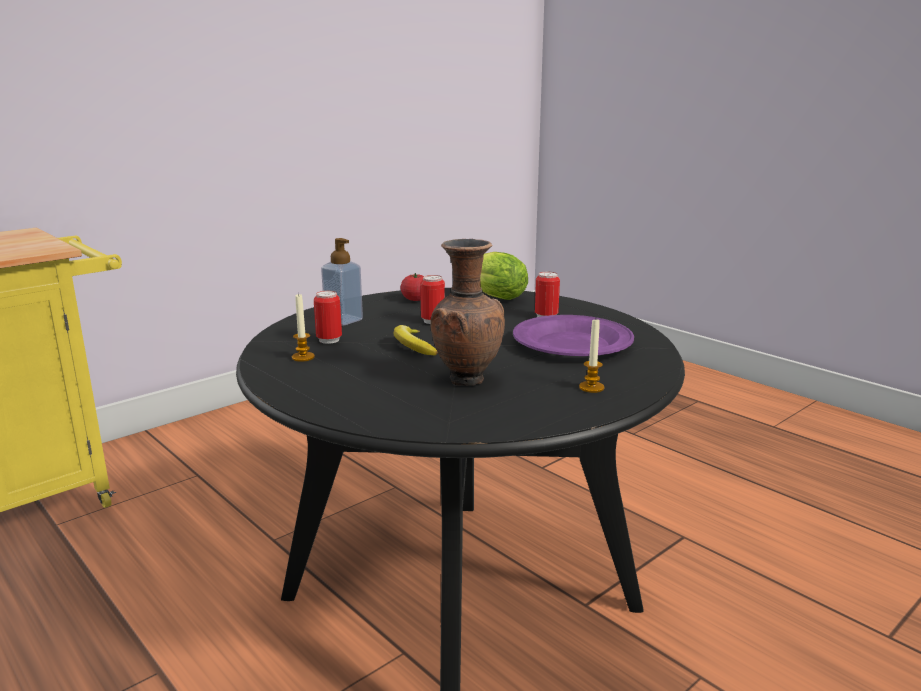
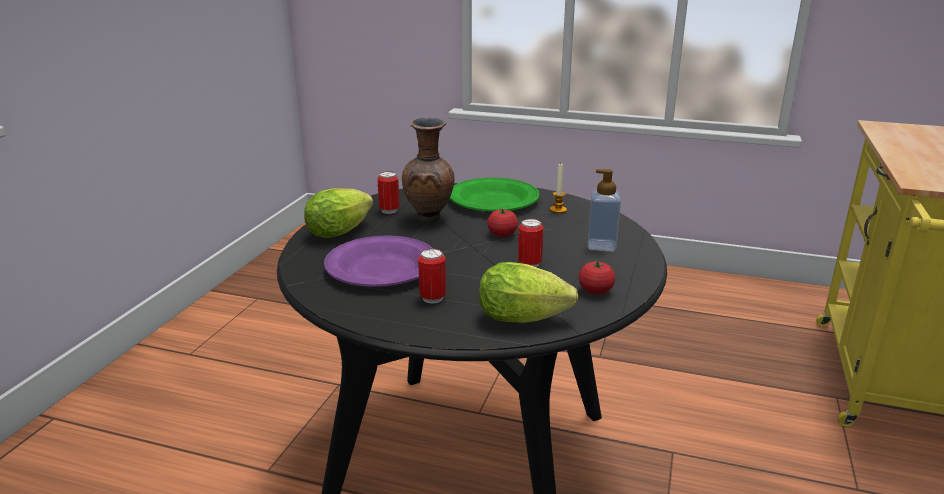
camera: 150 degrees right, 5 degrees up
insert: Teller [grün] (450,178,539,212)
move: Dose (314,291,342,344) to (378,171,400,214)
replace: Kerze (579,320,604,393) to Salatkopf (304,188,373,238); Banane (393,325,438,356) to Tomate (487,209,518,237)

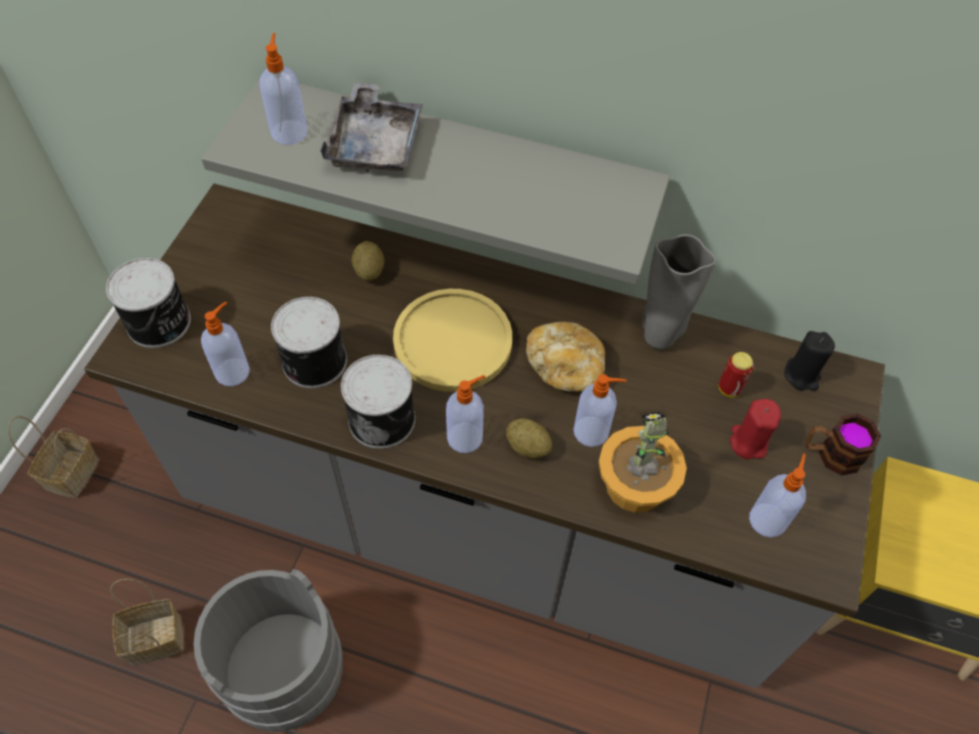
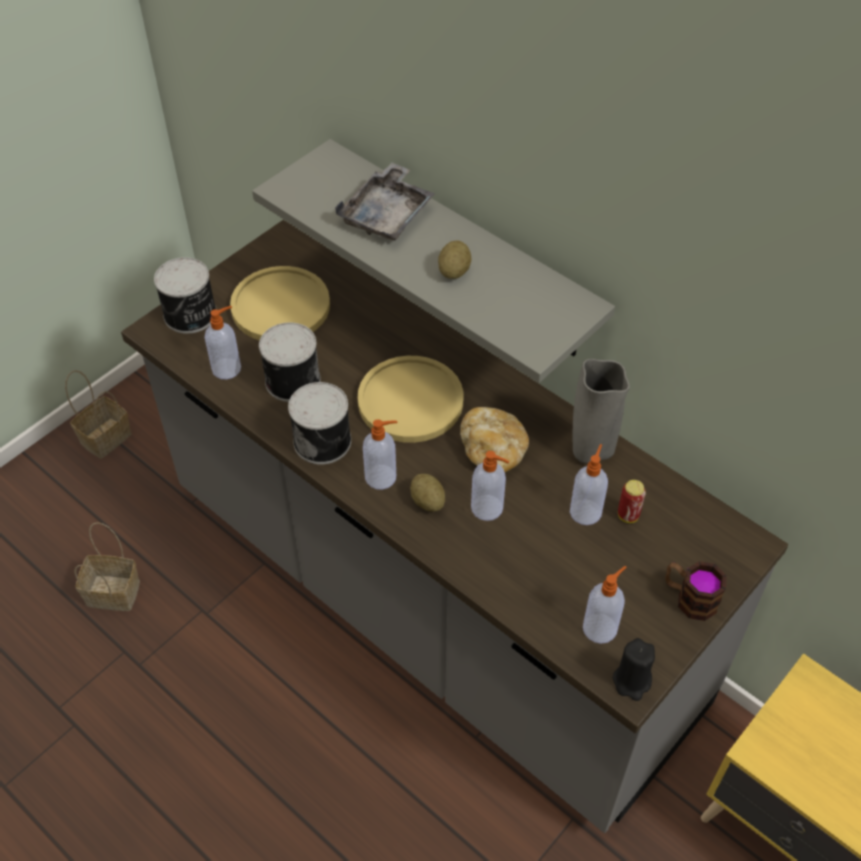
camera: 25 degrees right, 5 degrees down
delete: Kerze [rot] (730,399,781,459); Topfpflanze (598,411,687,513); Eimer [grau] (194,569,343,732)
insert: Teller [gelb] (230,266,330,340)
move: Seifenspender (260,33,308,145) to (570,444,608,525); Kartoffel (351,241,384,281) to (438,240,471,279); Kerze [schwarz] (784,331,835,391) to (613,638,655,701)

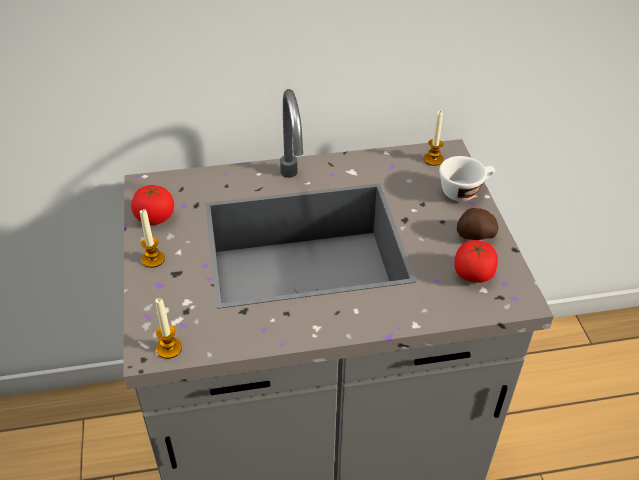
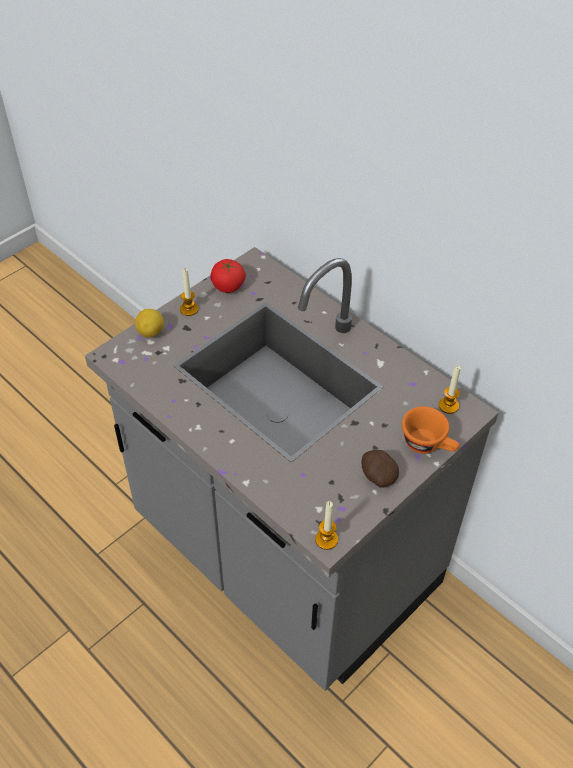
camera: 55 degrees right, 5 degrees up
delete: Tomate (454,240,498,283)
insert: Zitrone (135,309,164,337)
move: Kerze (155,298,182,359) to (315,501,338,550)
recolor: Tasse [weiß] (439,156,495,201) to Tasse [orange] (402,406,460,454)

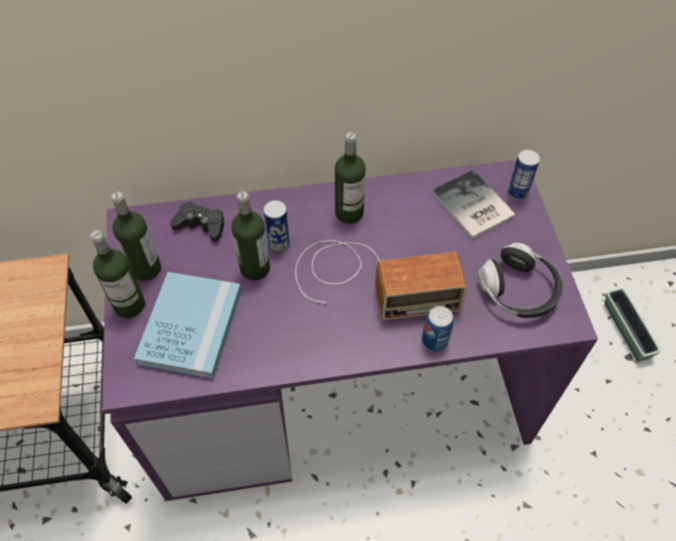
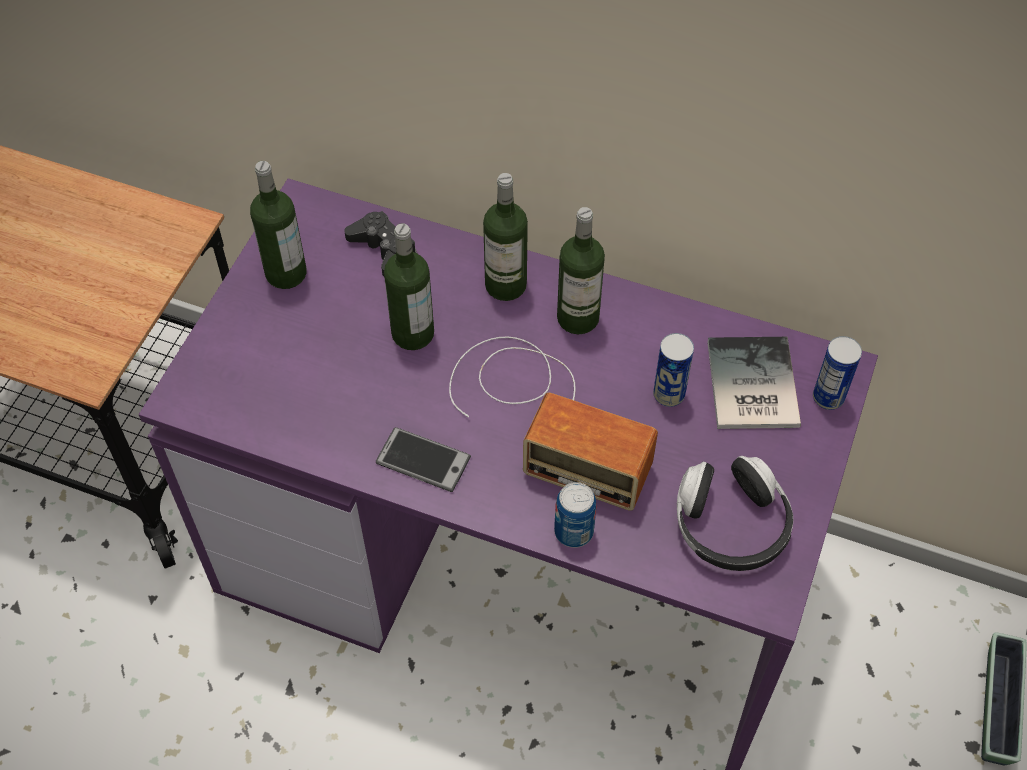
camera: 30 degrees right, 0 degrees up
delete: Buch [blau] (134,272,242,379)
insert: Handy (376,427,471,492)
move: Dose (264,200,290,252) to (653,333,694,407); Flasche (91,231,145,318) to (483,173,528,301)

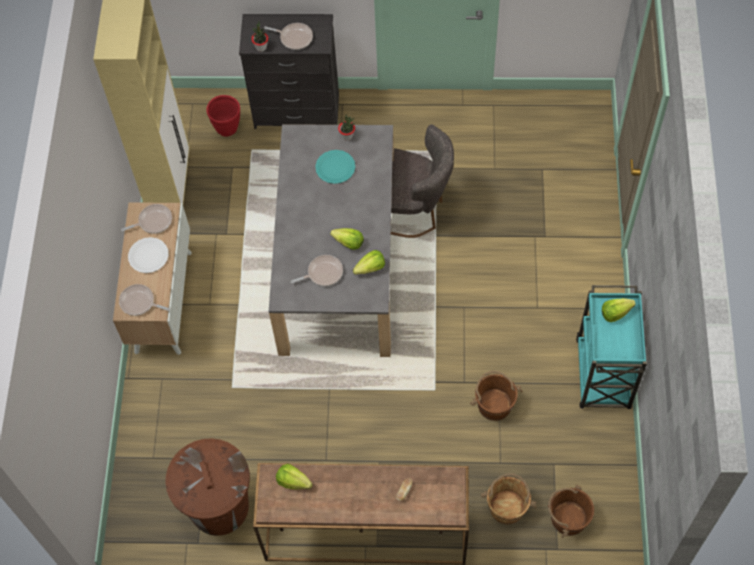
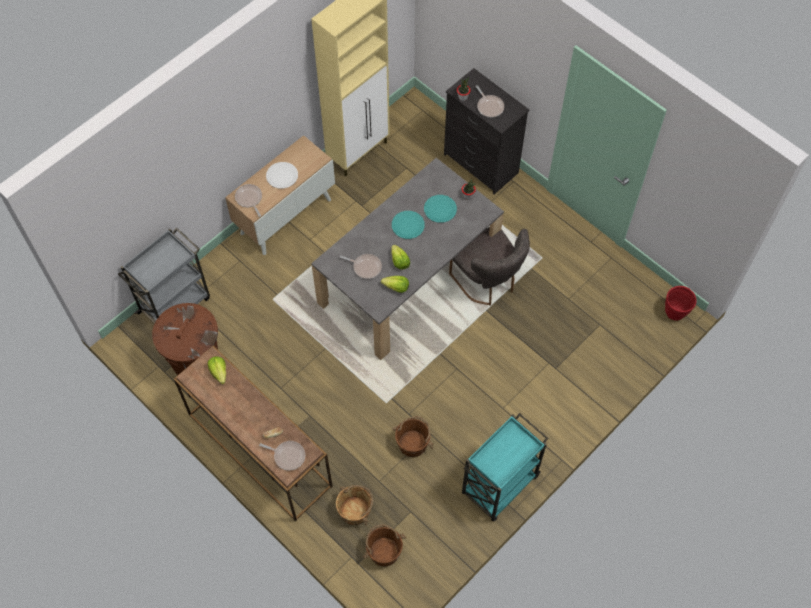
camera: 40 degrees right, 0 degrees up
delete: Salatkopf (602,298,636,322)
insert: Teller [türkis] (392,211,425,239); Rollwagen [grau] (118,228,210,324)
move: Pflanzkübel [rot] (206,95,240,137) to (665,286,697,320); Pfanne (121,204,172,234) to (259,441,305,471)

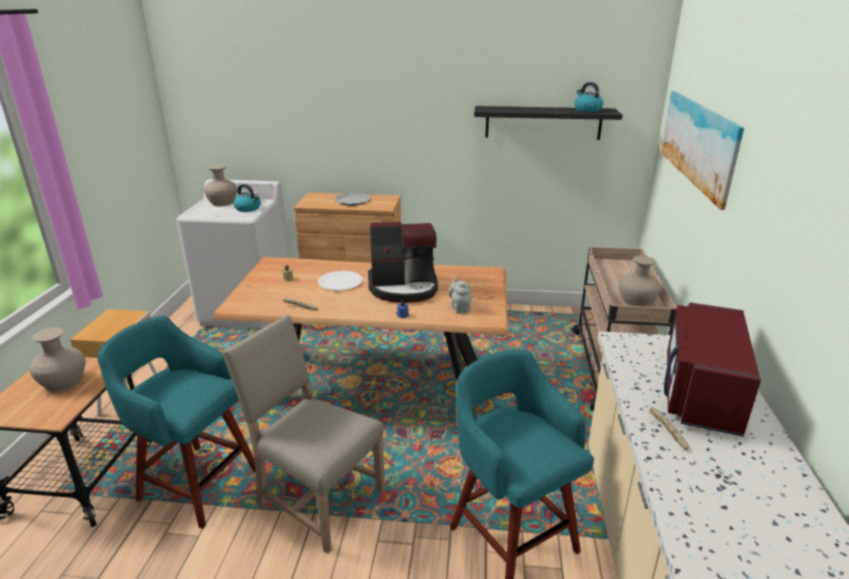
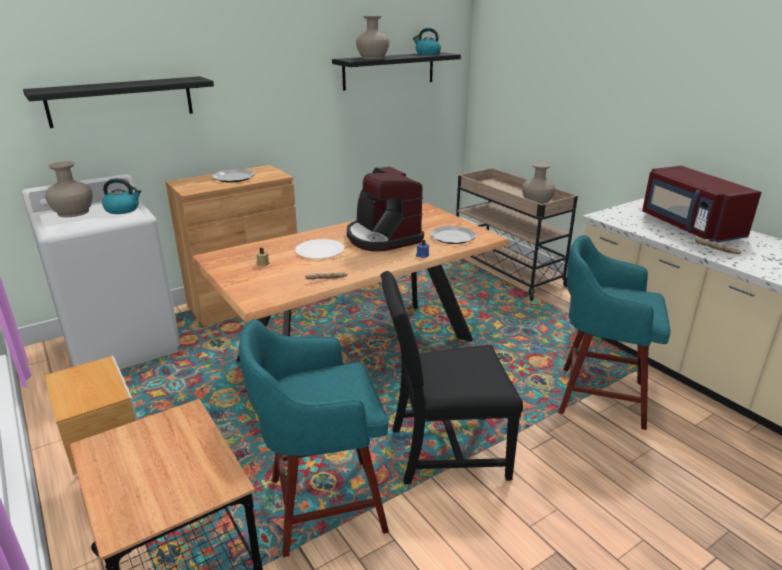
camera: 40 degrees left, 0 degrees up
delete: Bild (660,91,744,210)
insert: Wandregal [schwarz] (23,76,214,128)
move: Vase [beige] (29,327,86,392) to (356,16,389,59)
replace: Teekanne [grau] (448,277,472,313) to Teller (430,226,476,244)
recolor: Stuhl [beige] (222,315,385,554) to Stuhl [schwarz] (381,271,523,485)
rotate: Kaffeemaschine (368,222,438,303) = (347,167,424,252) 105 degrees clockwise

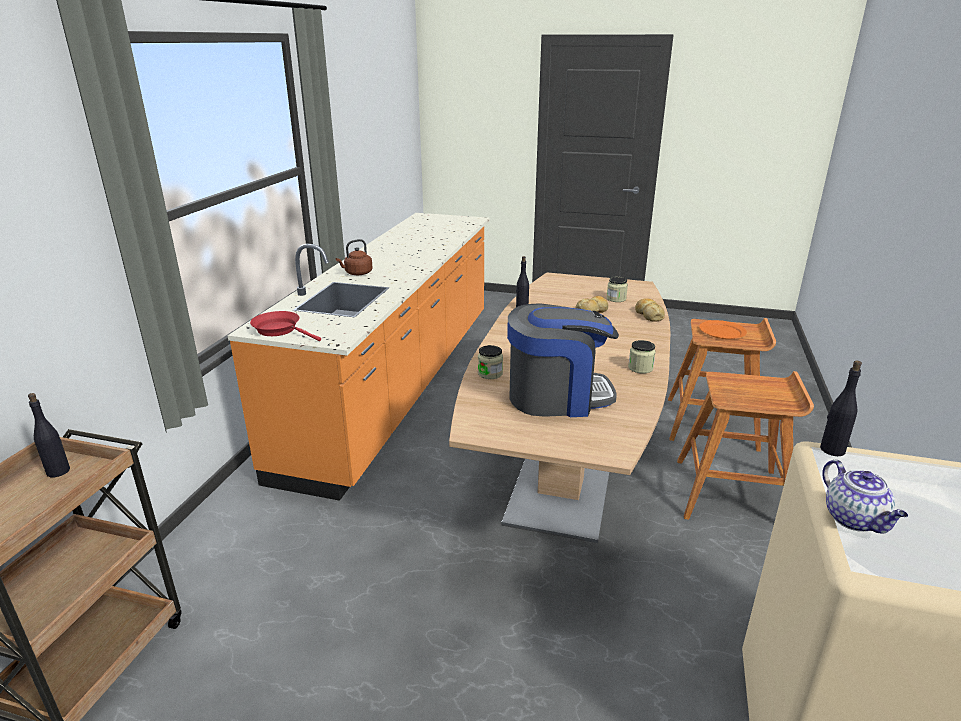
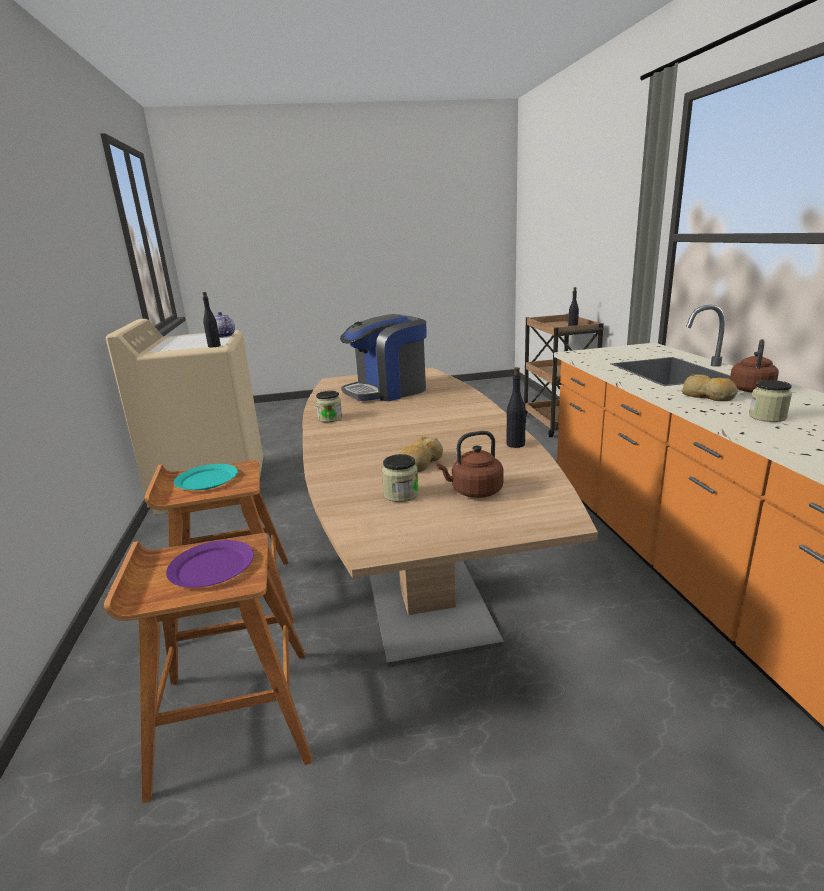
camera: 155 degrees right, 5 degrees down
delete: Pfanne [rot] (250,311,321,341)
insert: Wasserkessel [braun] (436,431,503,498); Teller [türkis] (174,464,238,490)
move: Brot (635,299,665,322) to (681,374,738,401); Vorratsglas (478,345,503,379) to (749,380,792,422)
recolor: Teller [orange] (699,320,747,339) to Teller [lila] (166,540,254,588)

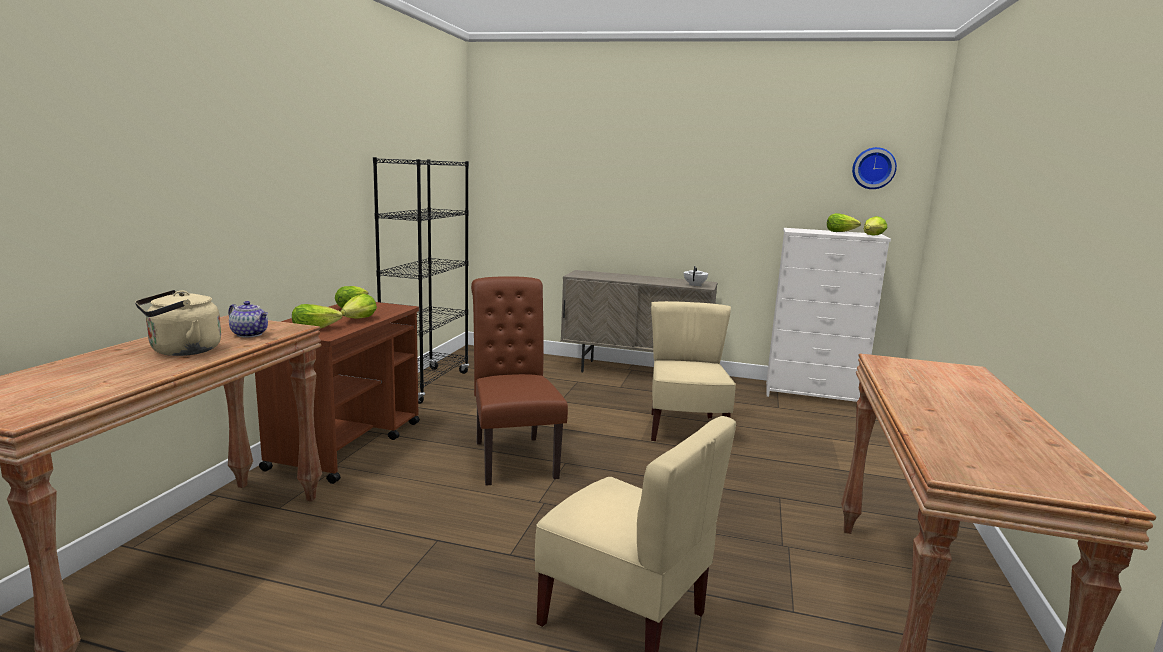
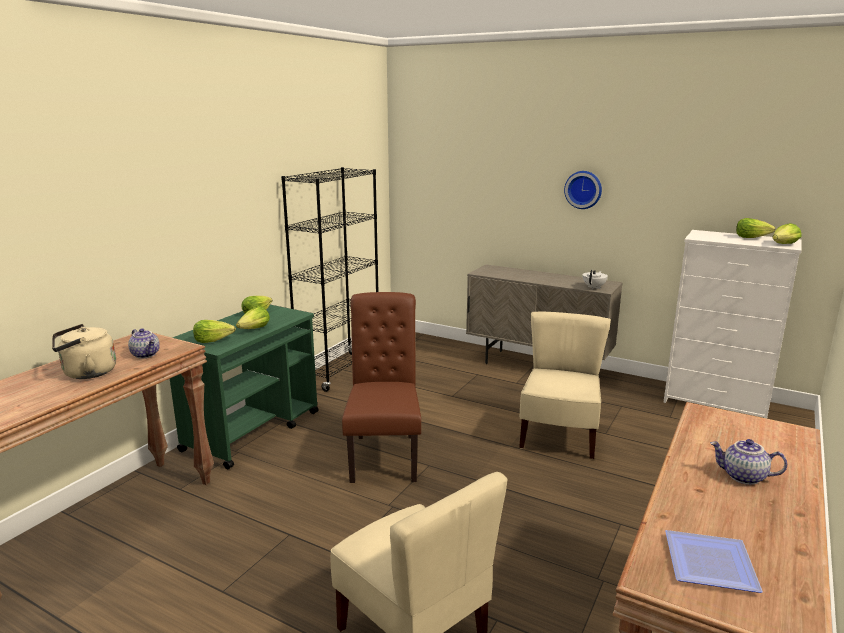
camera: 15 degrees right, 5 degrees up
insert: Teekanne (710,439,787,485); Teller (665,530,763,593)
move: Wanduhr (852,147,897,189) to (564,171,602,209)
recolor: Rollwagen [braun] (255,302,420,484) to Rollwagen [grün] (170,305,319,469)

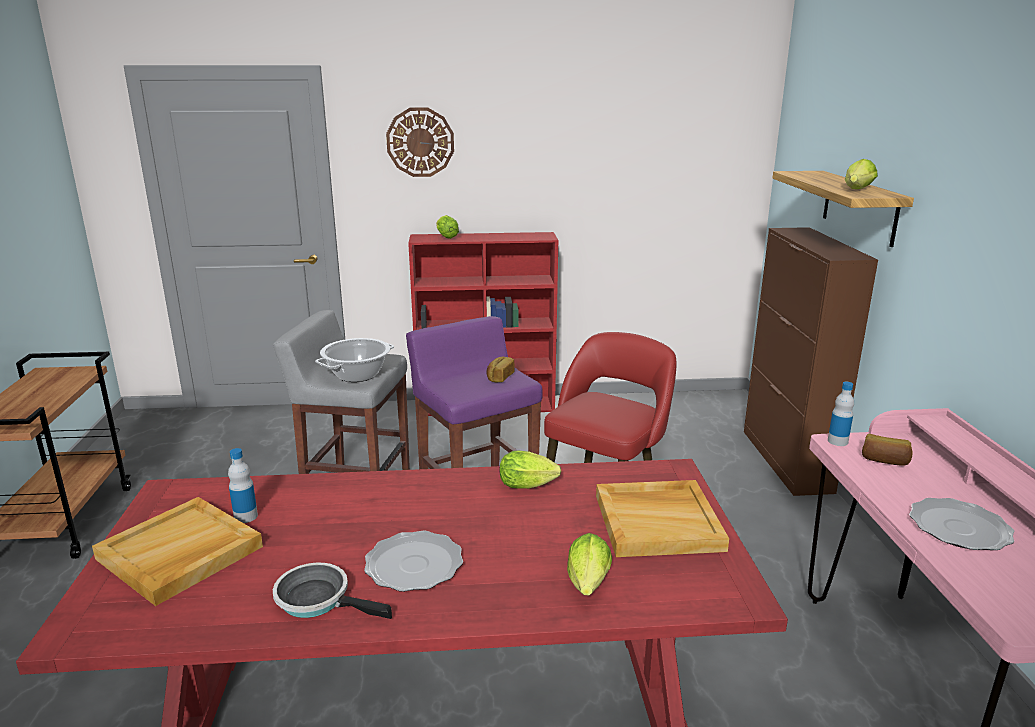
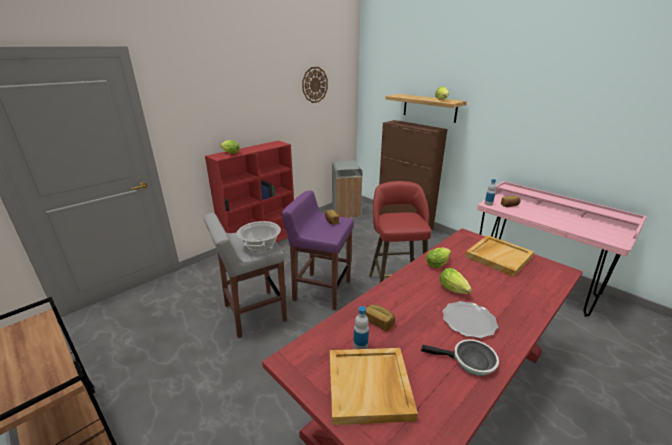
camera: 40 degrees left, 5 degrees up
delete: Teller (909,498,1014,550)
insert: Mülleimer [grau] (332,161,362,218); Brot (365,304,395,331)
move: Wanduhr (386,108,454,177) to (302,67,328,103); Salatkopf (567,533,612,596) to (439,268,472,294)
rotate: Pfanne (273,563,392,619) = (421,339,499,376) 150 degrees counterclockwise

